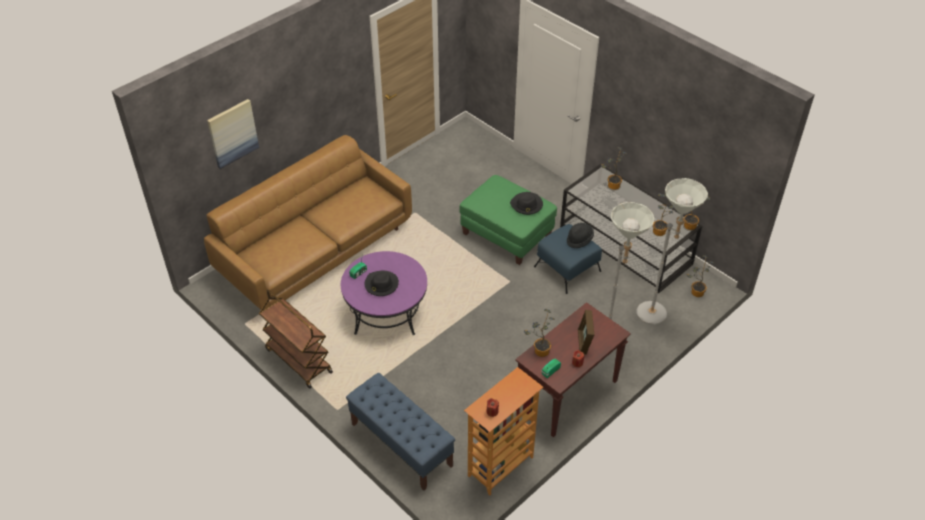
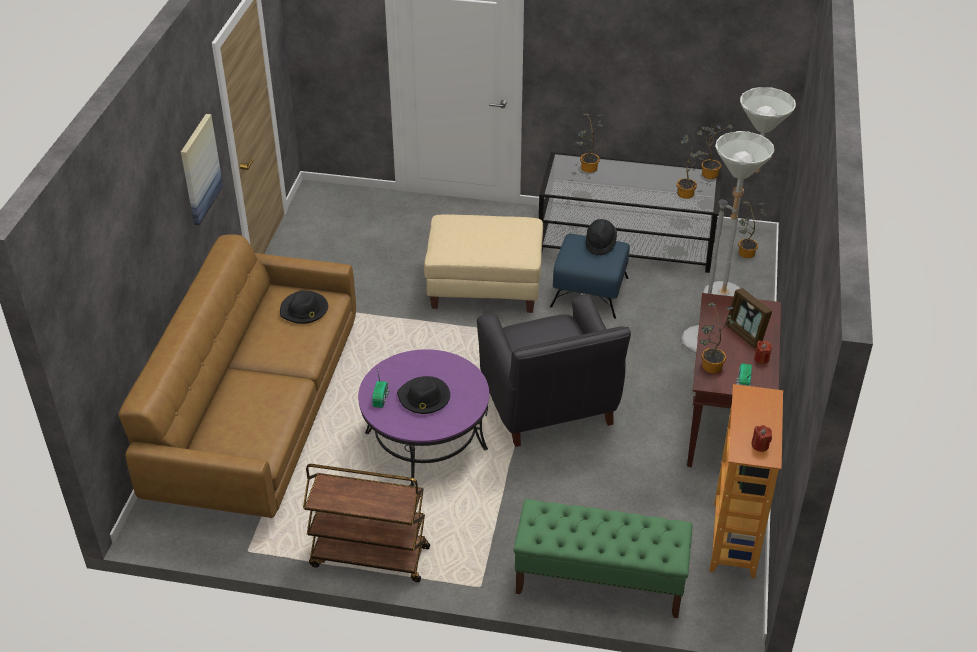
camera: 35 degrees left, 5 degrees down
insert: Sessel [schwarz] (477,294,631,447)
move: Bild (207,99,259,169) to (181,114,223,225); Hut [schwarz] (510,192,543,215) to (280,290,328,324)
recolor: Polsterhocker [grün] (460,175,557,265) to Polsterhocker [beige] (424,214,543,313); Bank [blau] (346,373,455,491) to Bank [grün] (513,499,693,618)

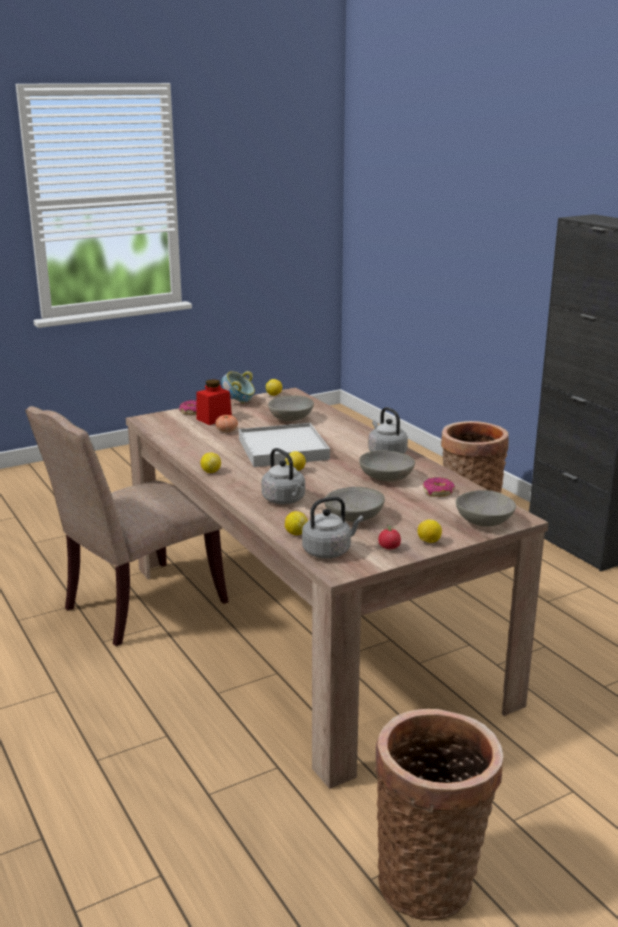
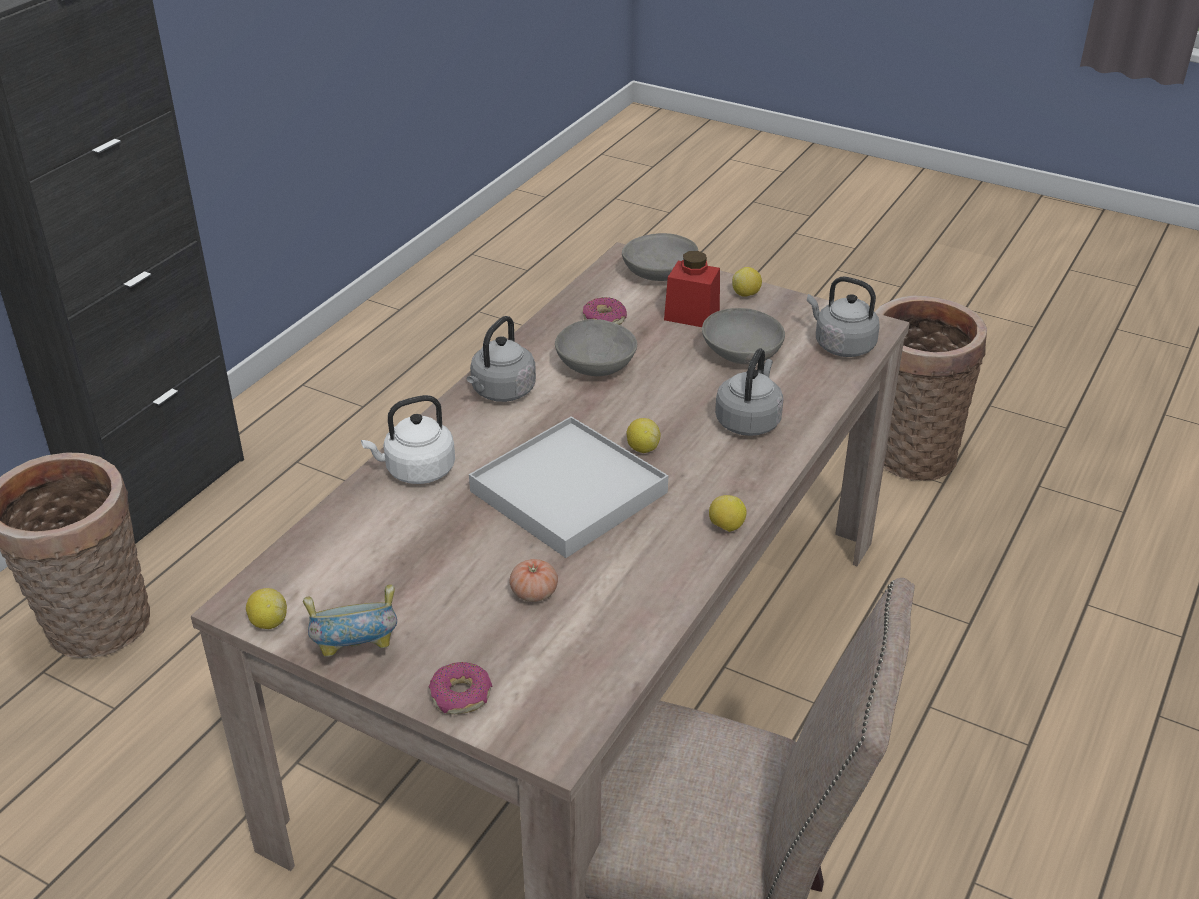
camera: 120 degrees left, 15 degrees up
delete: Schüssel [grau] (268,395,314,421); Zitrone (285,511,308,535); Tomate (378,524,401,550)
insert: Wasserkessel [weiß] (361,395,455,484)
move: Vorratsglas [rot] (196,379,232,425) to (664,251,720,327)

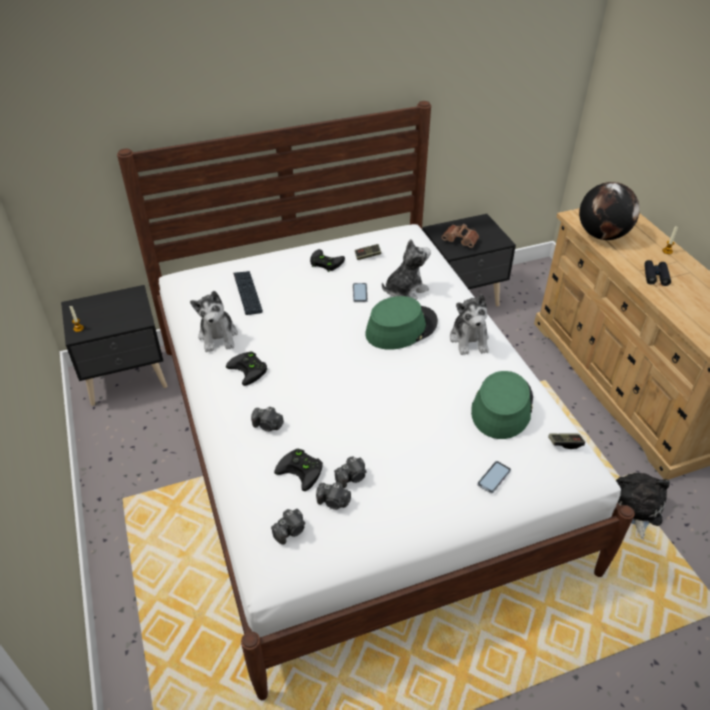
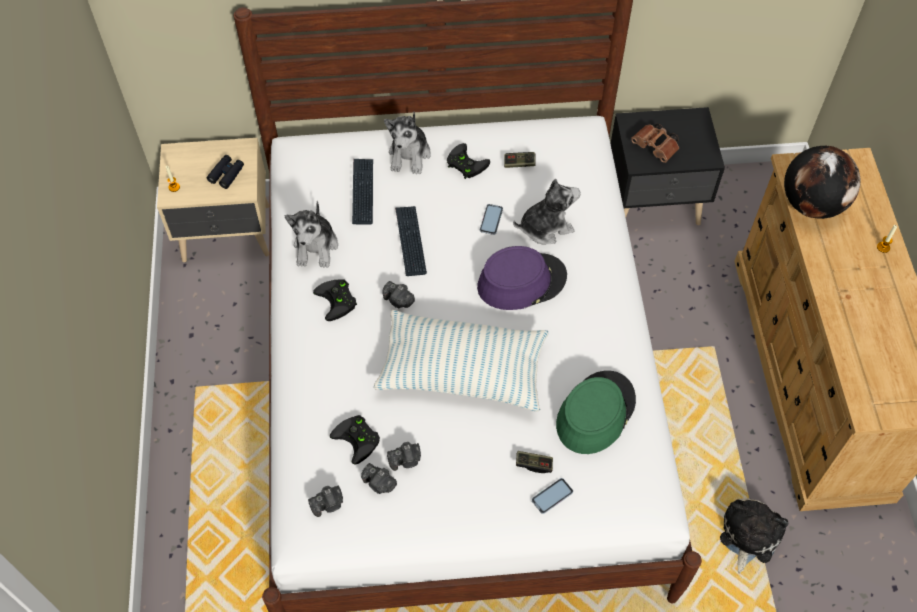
camera: 15 degrees right, 15 degrees up
insert: Tastatur (395,206,427,276); Kissen (374,310,549,412)
move: Fernglas [schwarz] (645,260,671,286) to (207,155,244,189); Plüschtier (450,294,489,355) to (384,112,431,174); Kamera (251,407,284,432) to (382,281,415,308); Gamepad (548,434,585,449) to (516,451,553,473)
recolor: Nachttisch [schwarz] (61,285,167,406) to Nachttisch [beige] (157,138,269,262); Hut [grün] (365,296,438,350) to Hut [lila] (477,246,567,310)

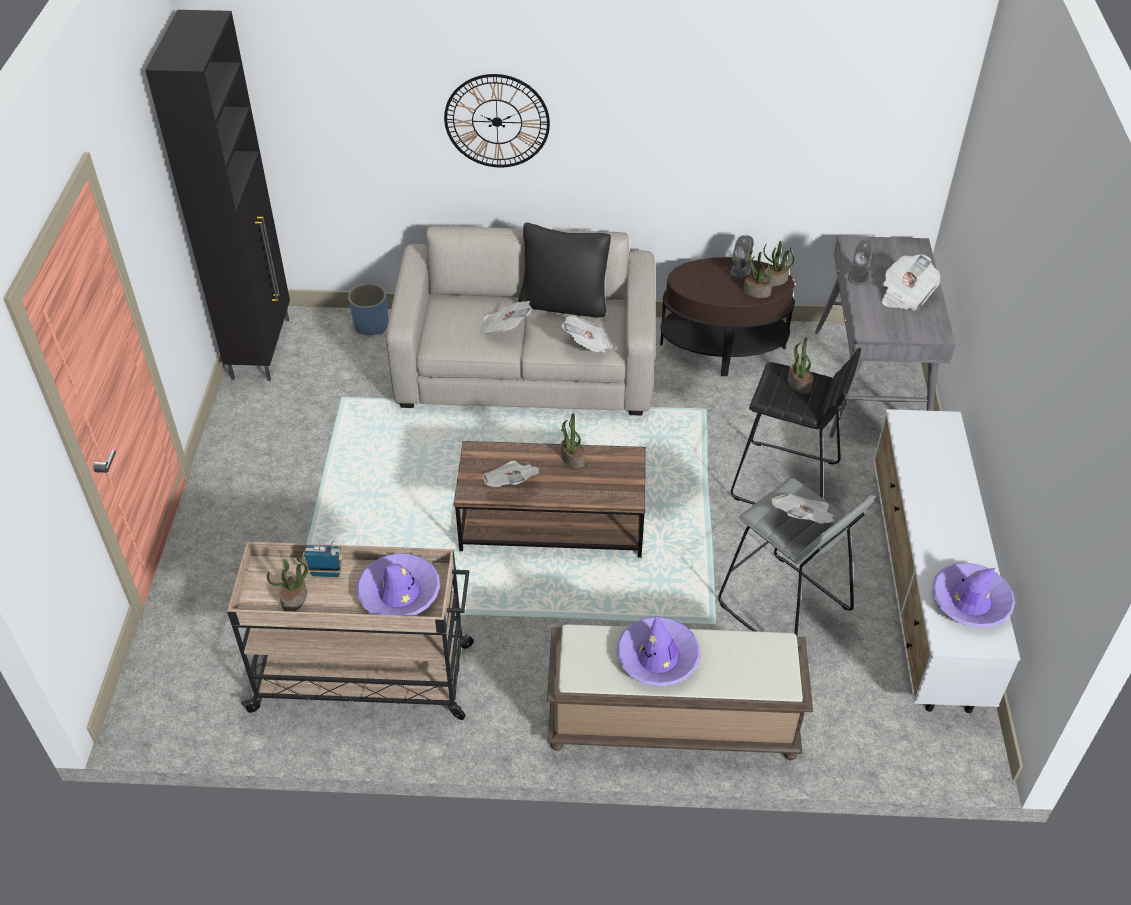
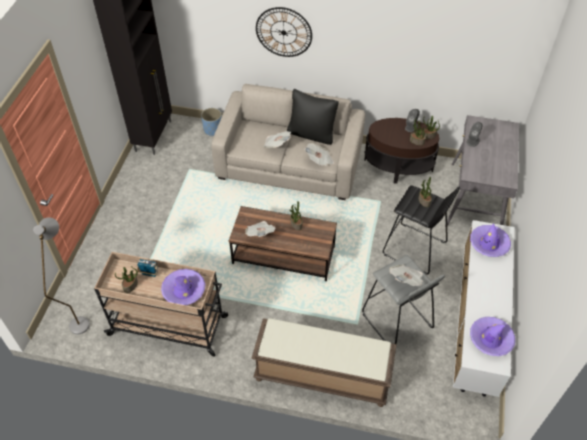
camera: 10 degrees right, 5 degrees up
delete: Zeitung (882,255,940,310)
insert: Stehlampe [grau] (33,217,90,334)
move: Hut [lila] (617,615,700,687) to (470,223,511,257)

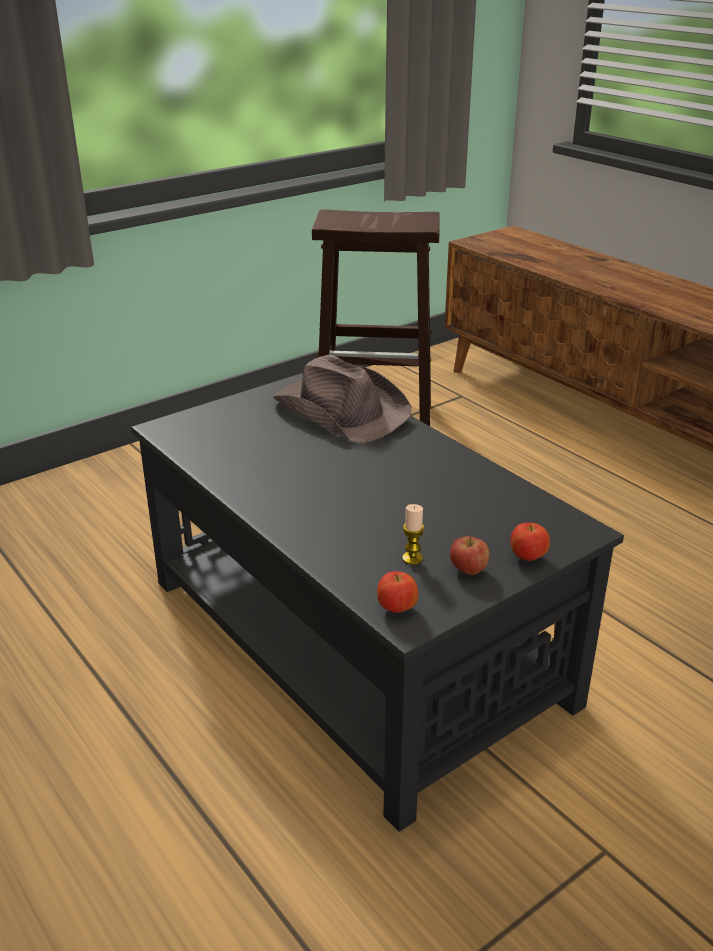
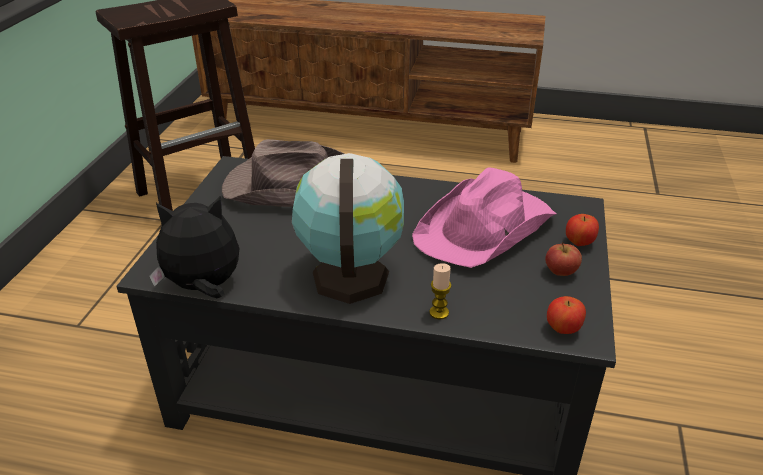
camera: 40 degrees left, 5 degrees up
insert: Globus (292,153,404,304); Hut [rosa] (412,168,556,268); Plüschtier (149,196,240,298)
move: Kerze (402,504,425,565) to (429,263,451,319)

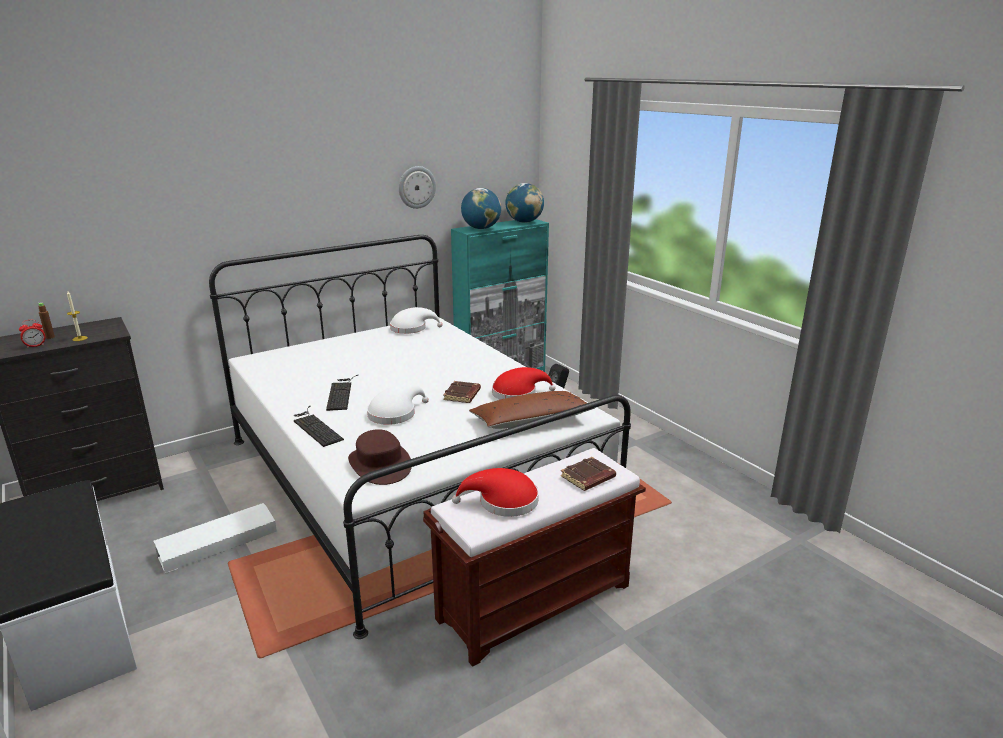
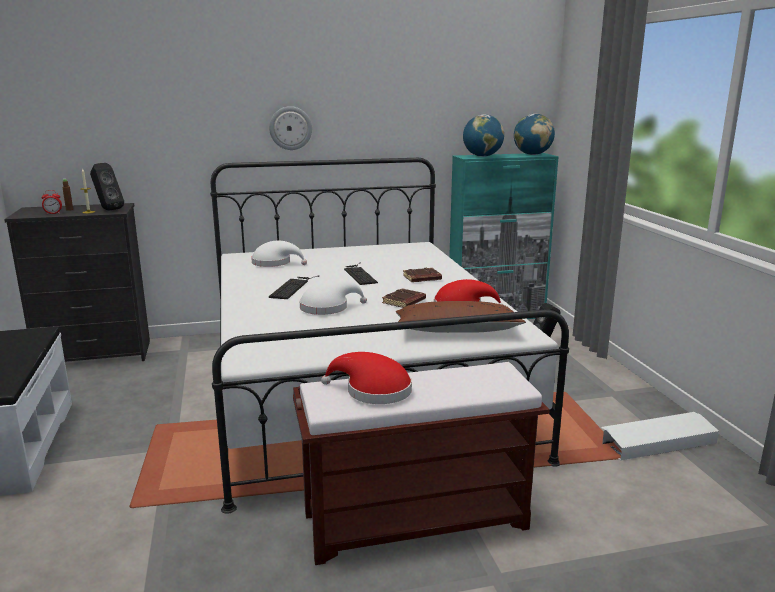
camera: 20 degrees right, 5 degrees down
delete: Hut [braun] (348,429,412,485)
insert: Lautsprecher [schwarz] (90,163,124,211)
move: Wanduhr (399,166,436,209) to (269,106,312,150); Hut [weiß] (390,307,443,334) to (251,240,307,267); Tastatur (294,406,344,447) to (344,262,378,285); Buch [braun] (561,457,616,491) to (403,268,442,282); Aufbewahrungsbox [weiß] (153,503,277,573) to (601,412,719,461)

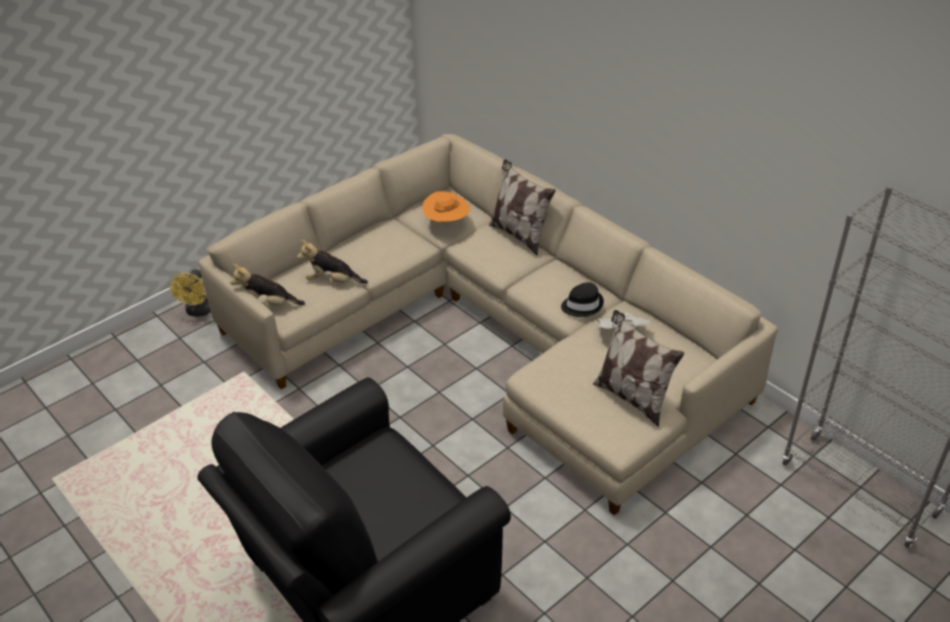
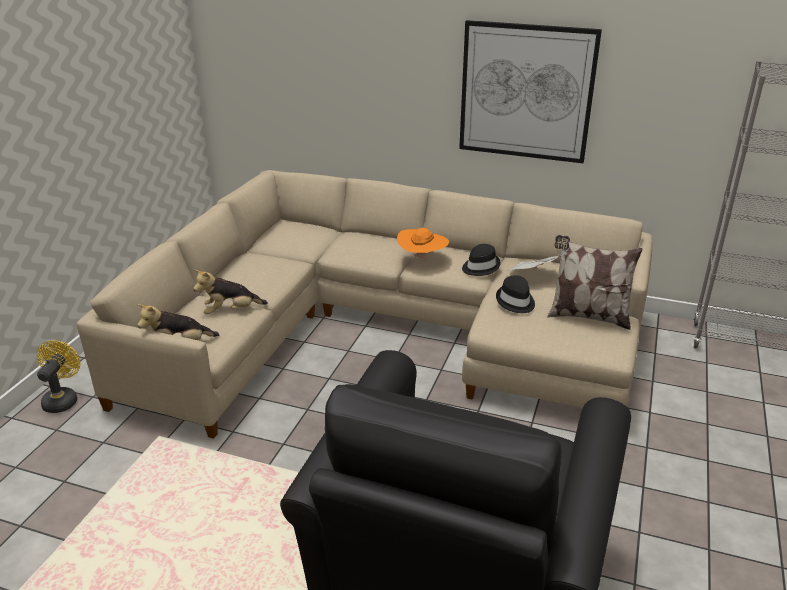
camera: 30 degrees left, 10 degrees down
delete: Kissen (488,159,556,256)
insert: Bild (459,20,602,163); Hut [schwarz] (496,275,535,313)
move: Hut [orange] (422,191,470,226) to (397,228,449,260)
rotate: Ventilator [gelb] (170,269,211,317) = (37,341,80,413) 150 degrees counterclockwise

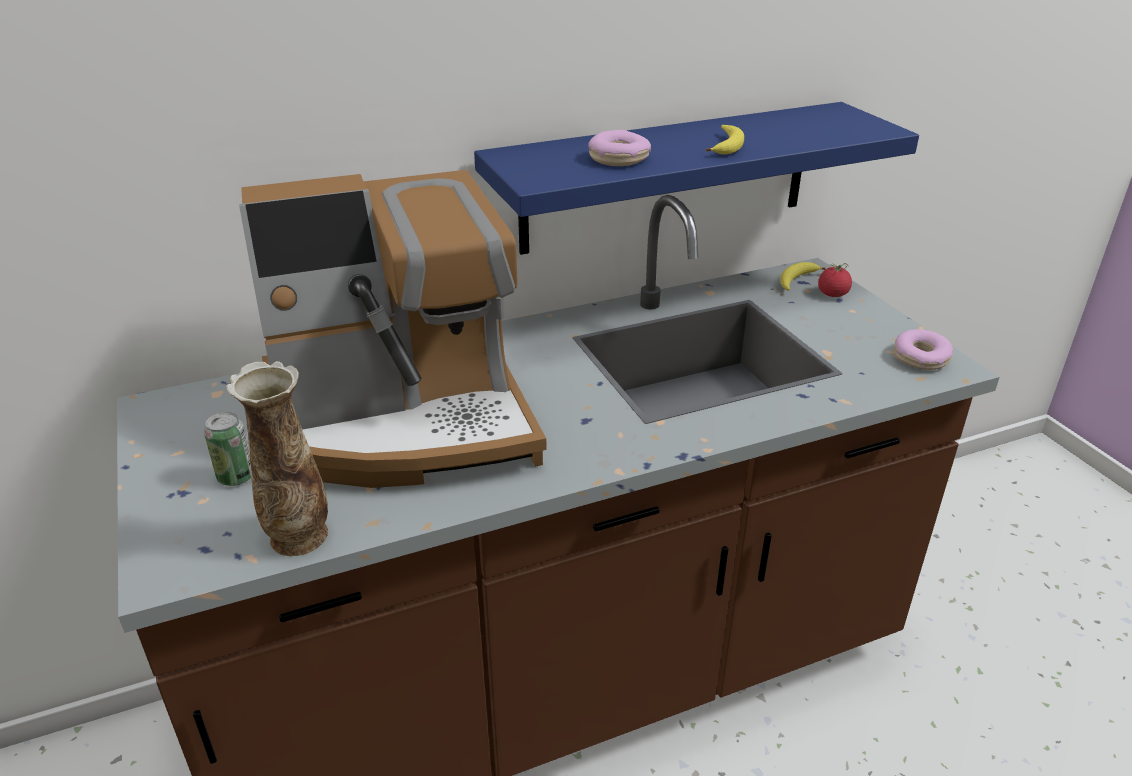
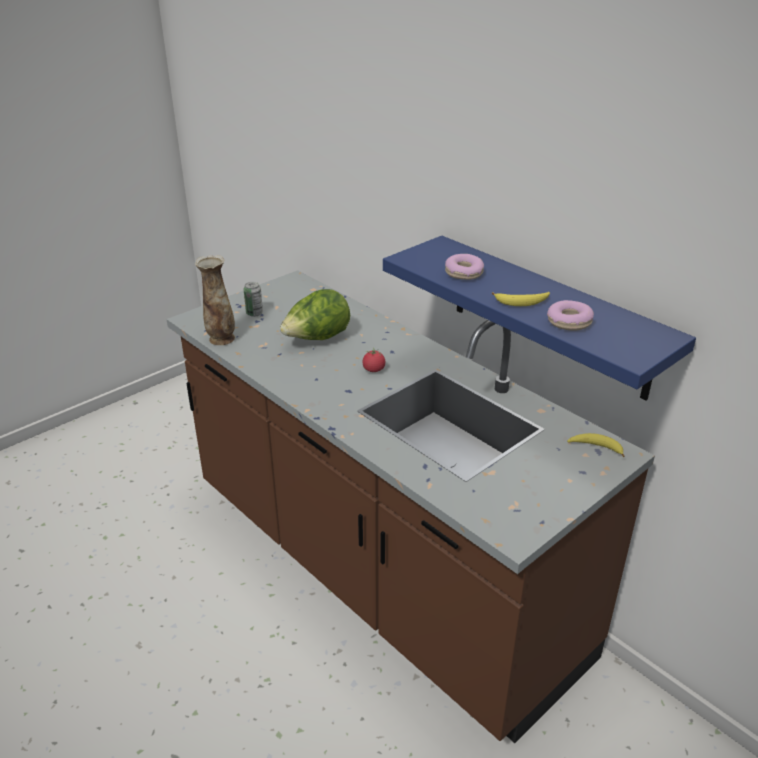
camera: 70 degrees right, 0 degrees up
move: Tomate (818,263,852,297) to (362,348,385,372); Donut (894,329,953,370) to (547,300,594,331)
replace: Kaffeemaschine (239,170,547,488) to Salatkopf (280,289,350,340)

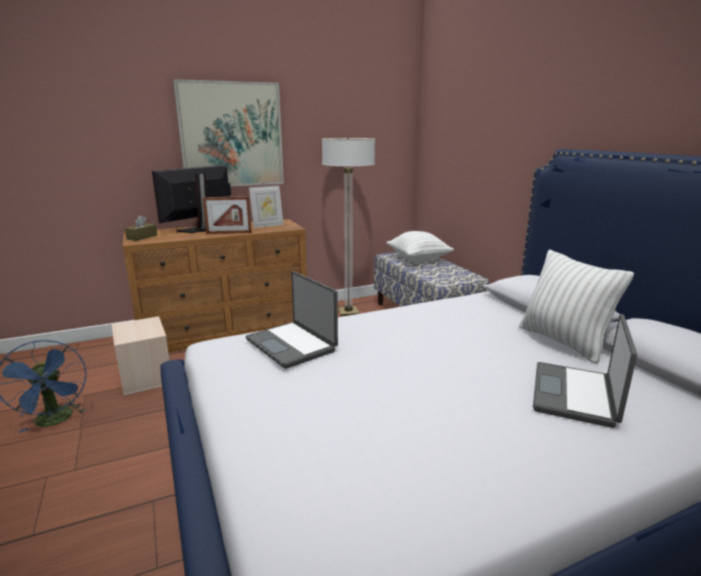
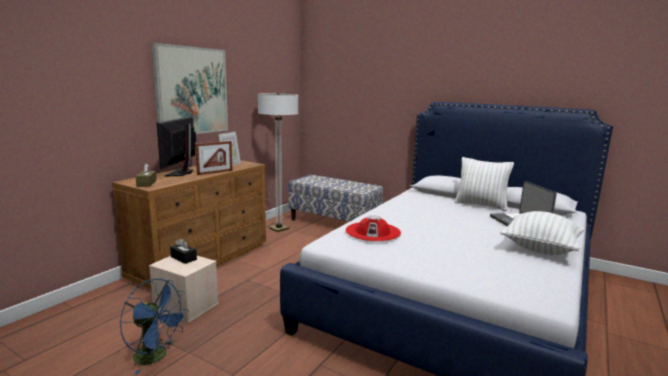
camera: 35 degrees left, 5 degrees down
insert: Taschentuchbox [schwarz] (170,238,197,264)
move: Kissen [weiß] (386,231,454,262) to (500,211,584,255)
replace: Laptop (246,271,338,369) to Hut [rot] (346,215,401,242)

